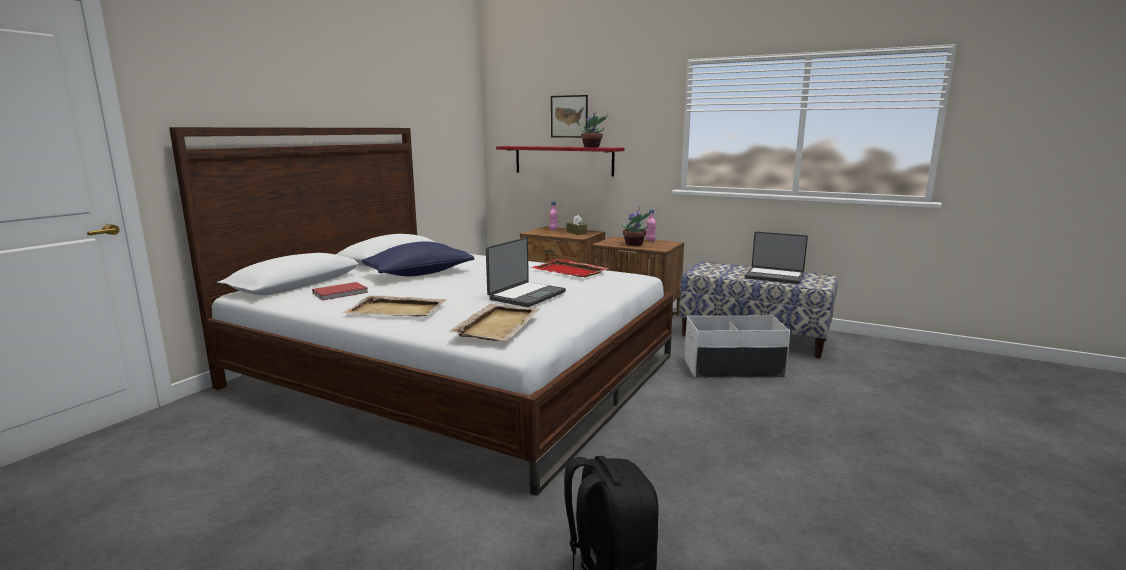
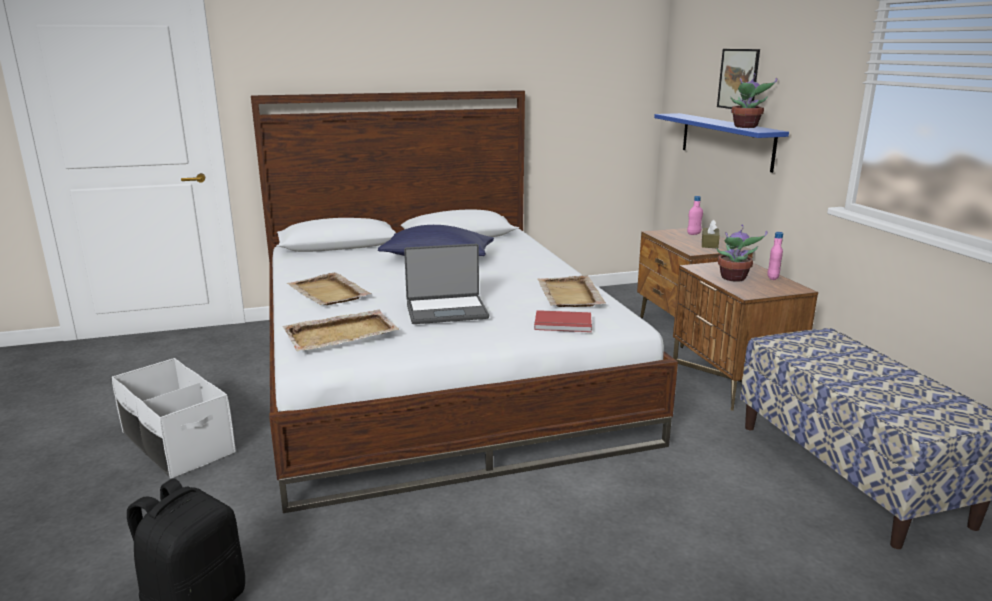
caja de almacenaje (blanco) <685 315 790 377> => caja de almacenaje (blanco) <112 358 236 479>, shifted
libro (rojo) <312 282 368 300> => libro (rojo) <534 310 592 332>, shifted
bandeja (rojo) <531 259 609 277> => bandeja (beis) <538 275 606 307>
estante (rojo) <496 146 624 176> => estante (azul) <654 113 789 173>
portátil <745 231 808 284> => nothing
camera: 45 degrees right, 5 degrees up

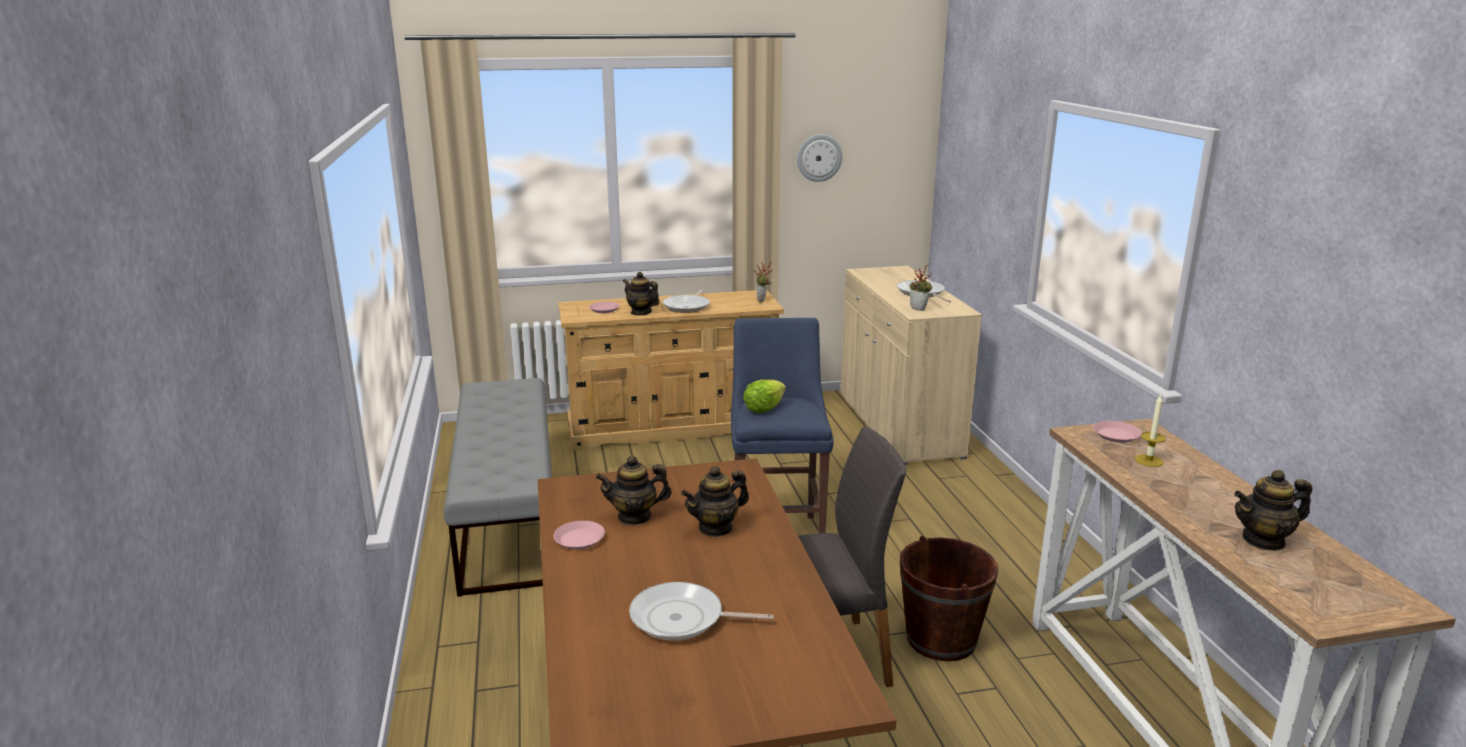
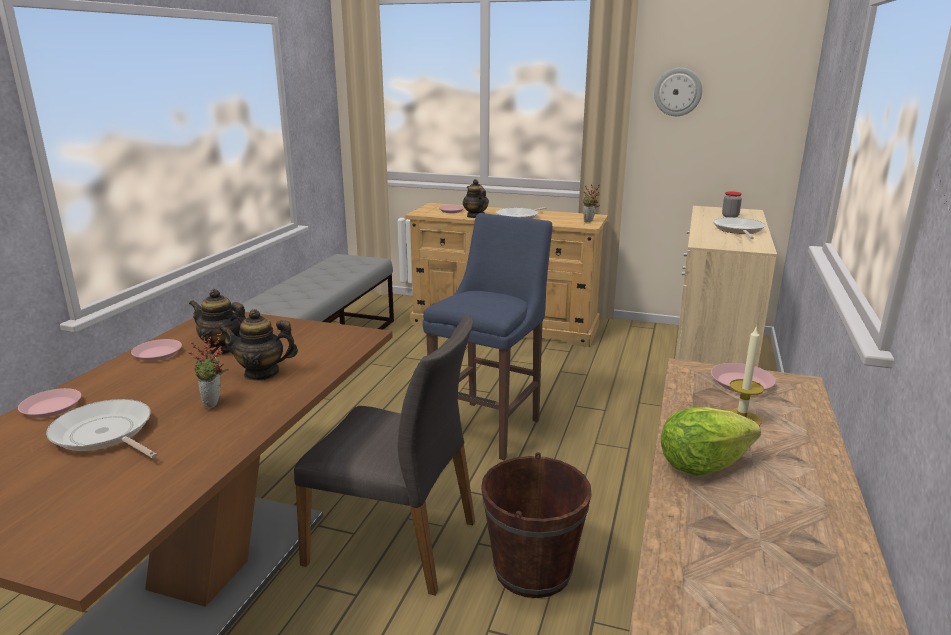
nothing => plato (rosa) <18 388 81 418>
planta en maceta <910 265 932 311> => planta en maceta <188 333 229 409>, shifted
lechuga <743 380 786 413> => lechuga <661 407 761 476>, shifted
nothing => tarro <722 191 742 217>
tetera <1234 470 1312 551> => nothing
camera: 30 degrees right, 0 degrees up

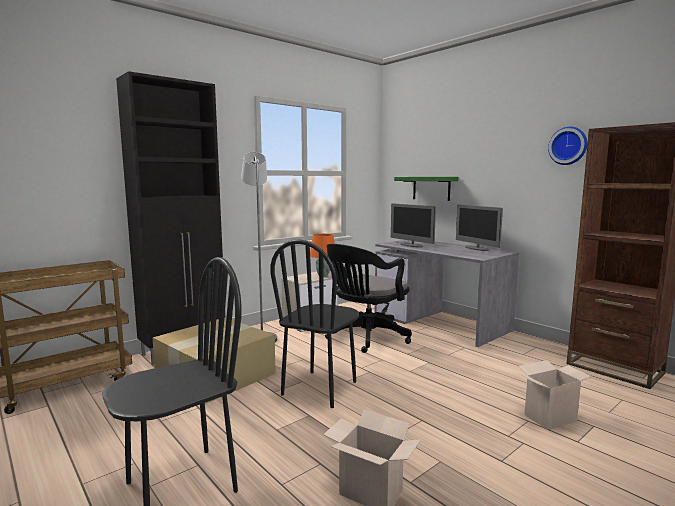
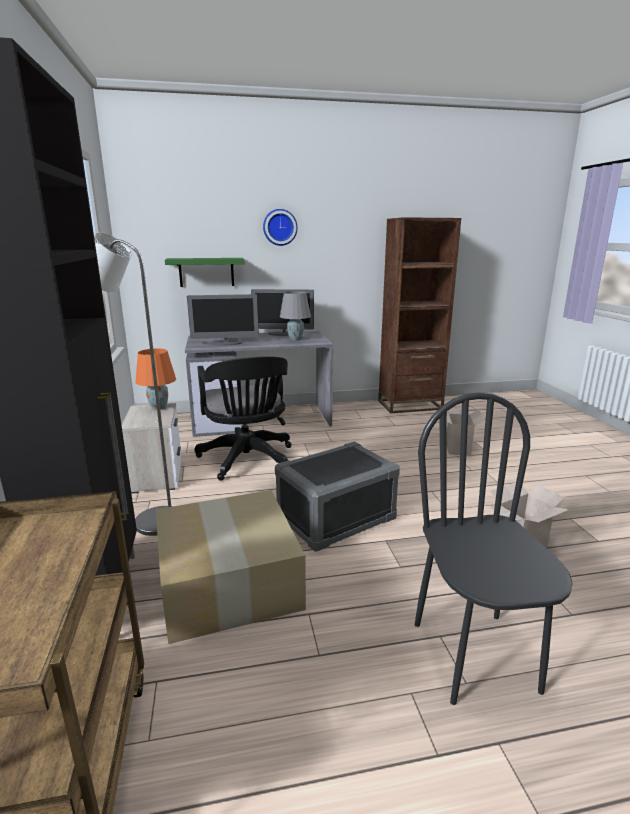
reloj de pared <548 127 588 165> => reloj de pared <263 209 298 246>, shifted
silla (negro) <270 239 359 408> => caja de almacenaje (gris) <275 441 400 552>
nothing => lámpara de mesa (gris) <280 291 311 341>
camera: 60 degrees left, 10 degrees up

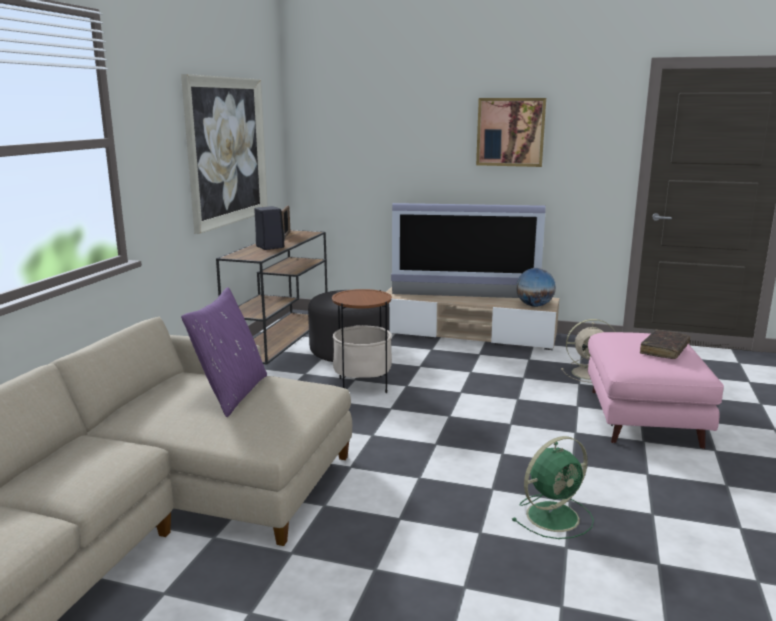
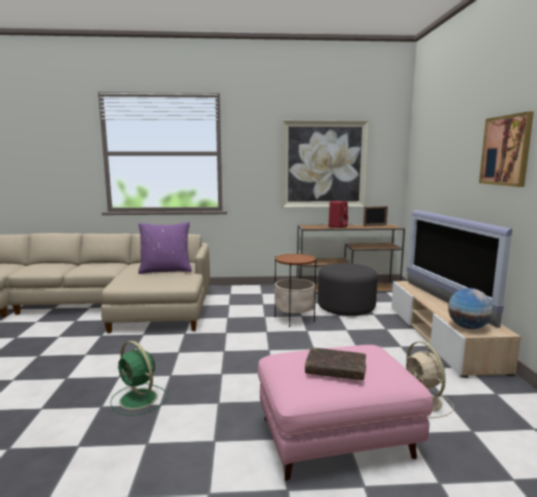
altavoz (negro) <254 206 285 250> => altavoz (rojo) <328 201 348 228>
camera: 70 degrees right, 5 degrees down

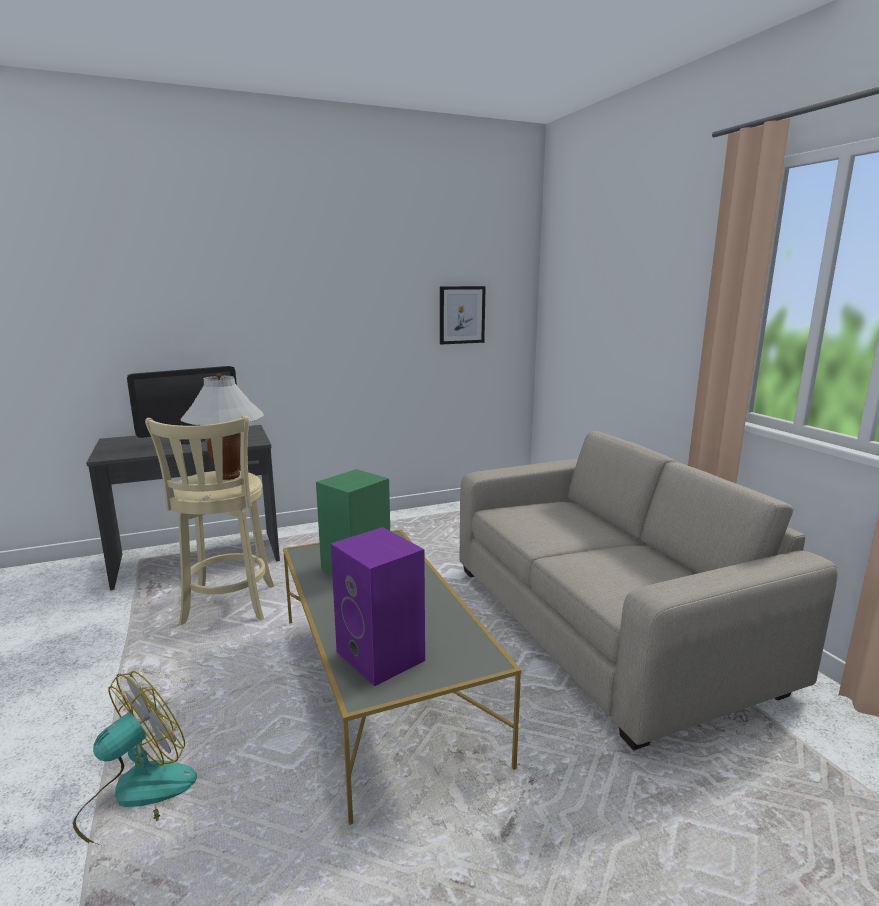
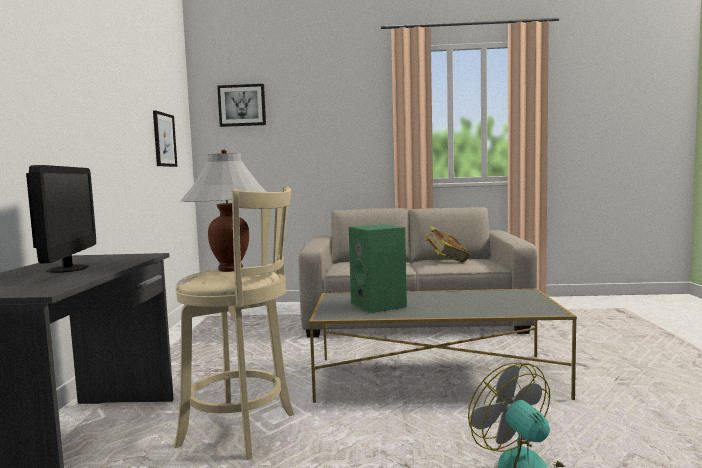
nothing => cuadro <217 84 266 127>
nothing => libro <423 226 469 263>
altavoz (morado) <331 527 425 687> => nothing
camera: 65 degrees left, 10 degrees down

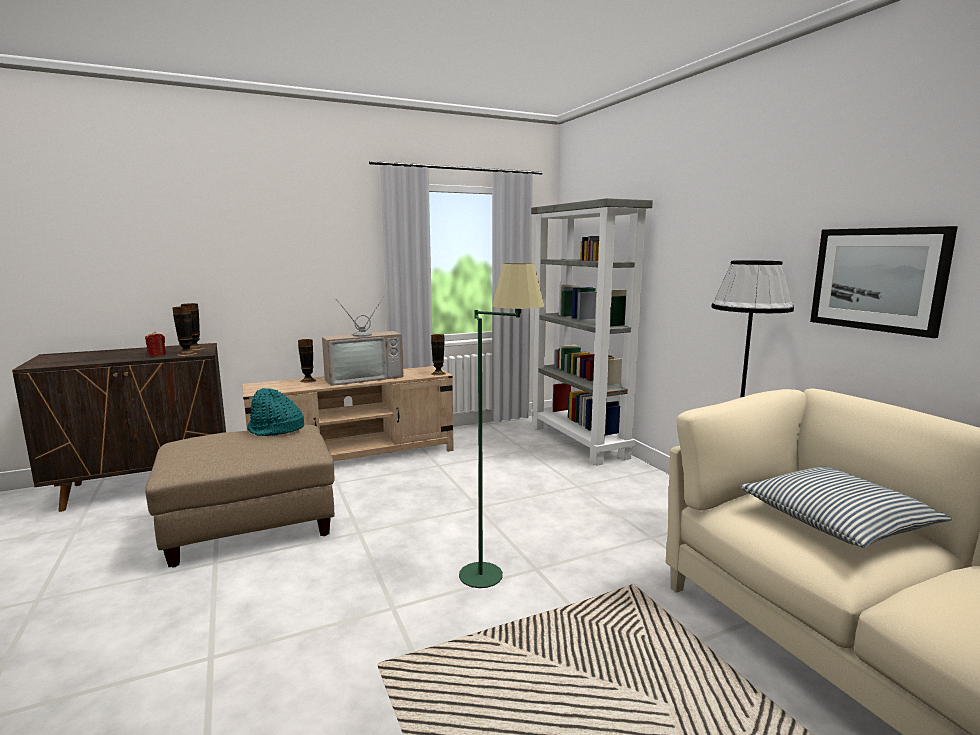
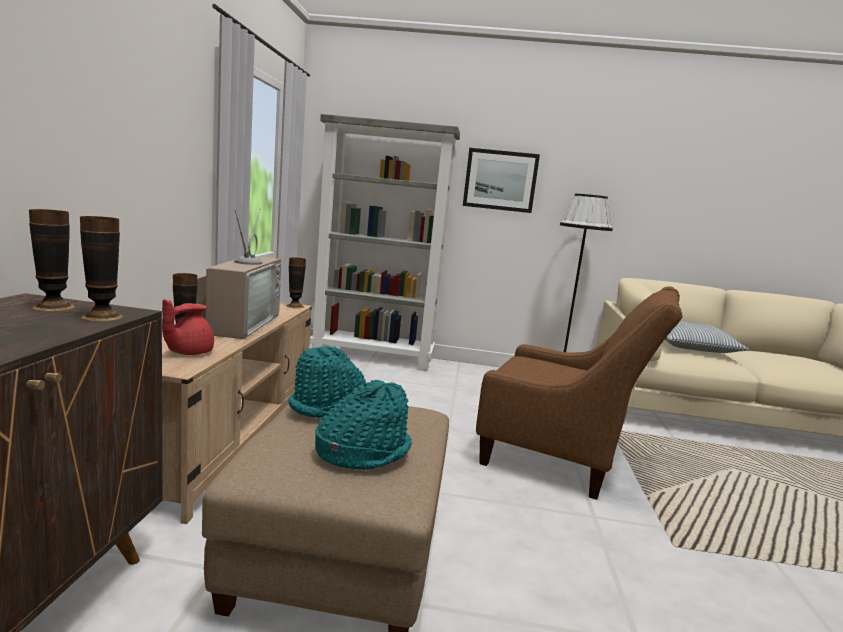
nothing => tetera (rojo) <162 299 214 355>
nothing => sombrero (turquesa) <315 380 412 470>
cuadro <810 226 958 338> => cuadro <463 148 540 213>, shifted
lámpara de pie (verde) <459 263 544 588> => sillón (marrón) <476 286 683 500>
vela (rojo) <145 332 166 356> => nothing
camera: 60 degrees left, 0 degrees up

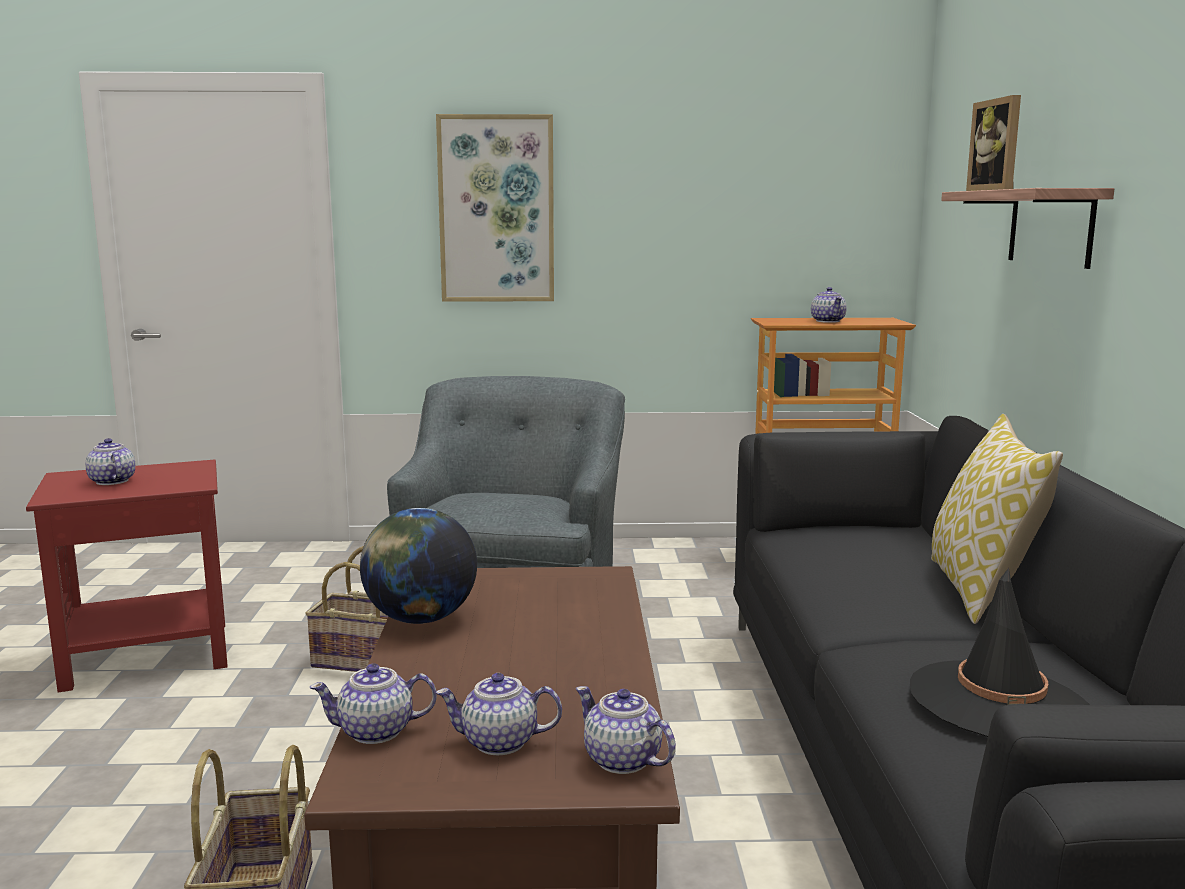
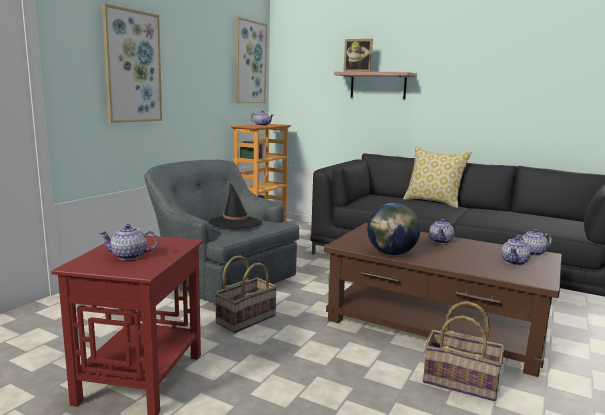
sombrero (negro) <910 568 1090 737> => sombrero (negro) <209 183 262 228>, shifted
nothing => cuadro <235 17 267 103>
tetera <310 663 437 744> => tetera <429 219 454 244>, shifted
camera: 60 degrees left, 0 degrees up

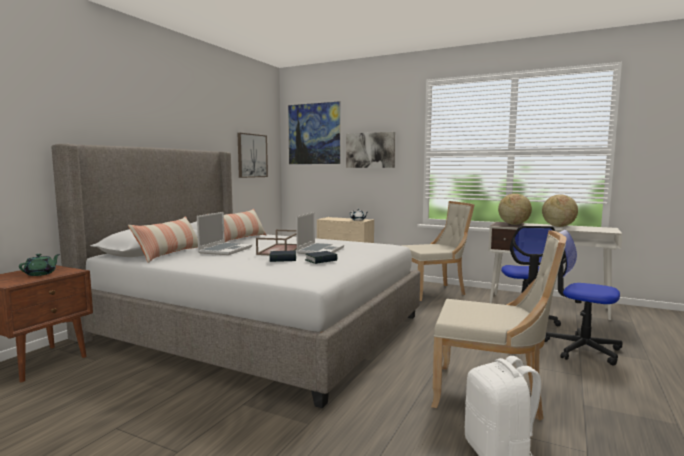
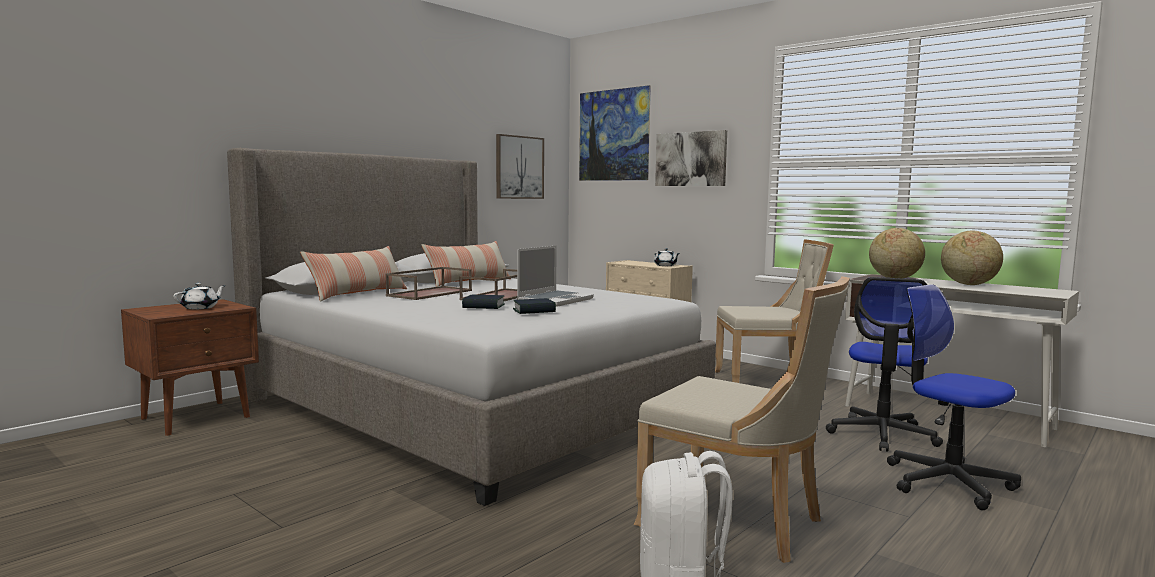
tetera (verde) <19 254 60 276> => tetera (blanco) <174 283 226 310>
portátil <197 212 252 255> => bandeja (marrón) <385 267 472 300>
camera: 15 degrees right, 0 degrees up

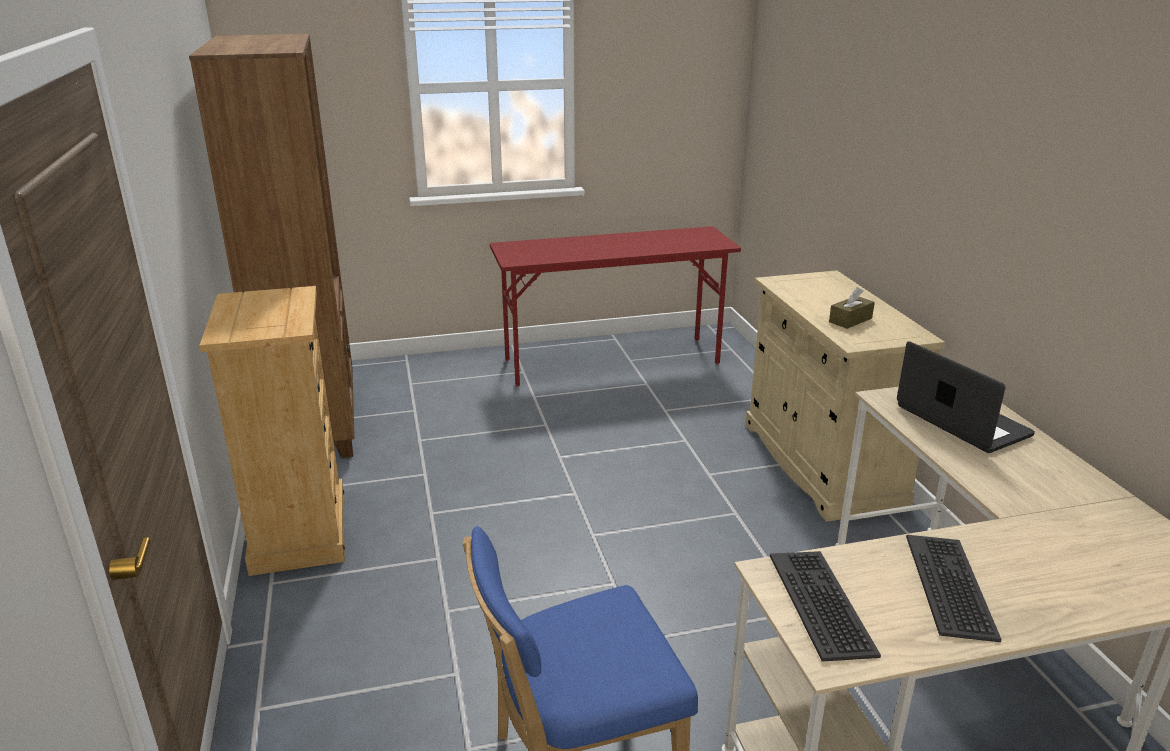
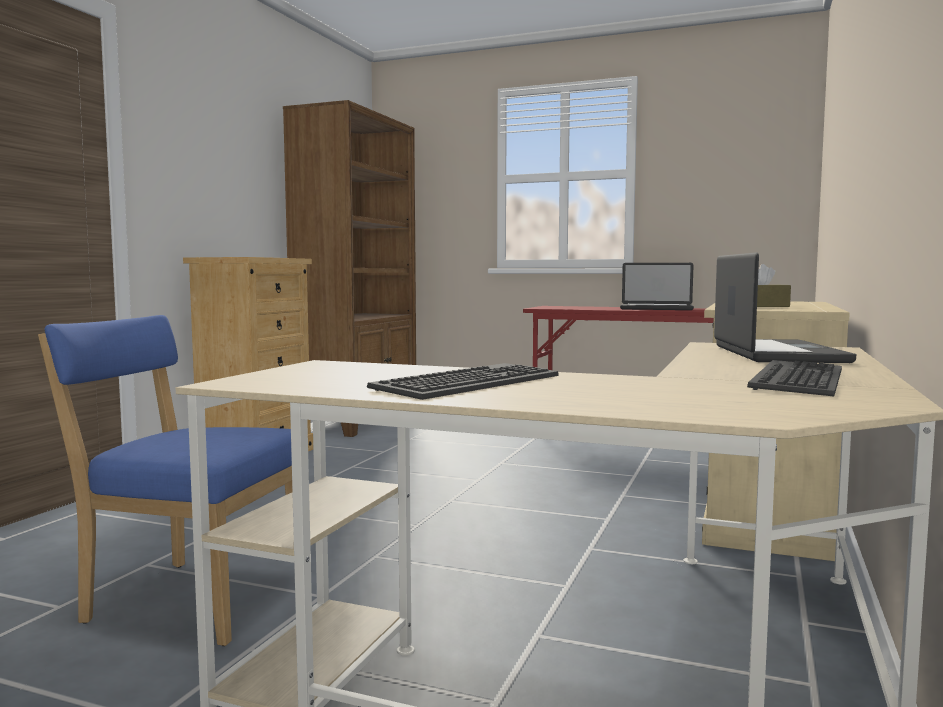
nothing => portátil <620 263 694 310>
teclado <770 551 881 662> => teclado <747 360 842 396>, shifted
camera: 35 degrees right, 20 degrees down

